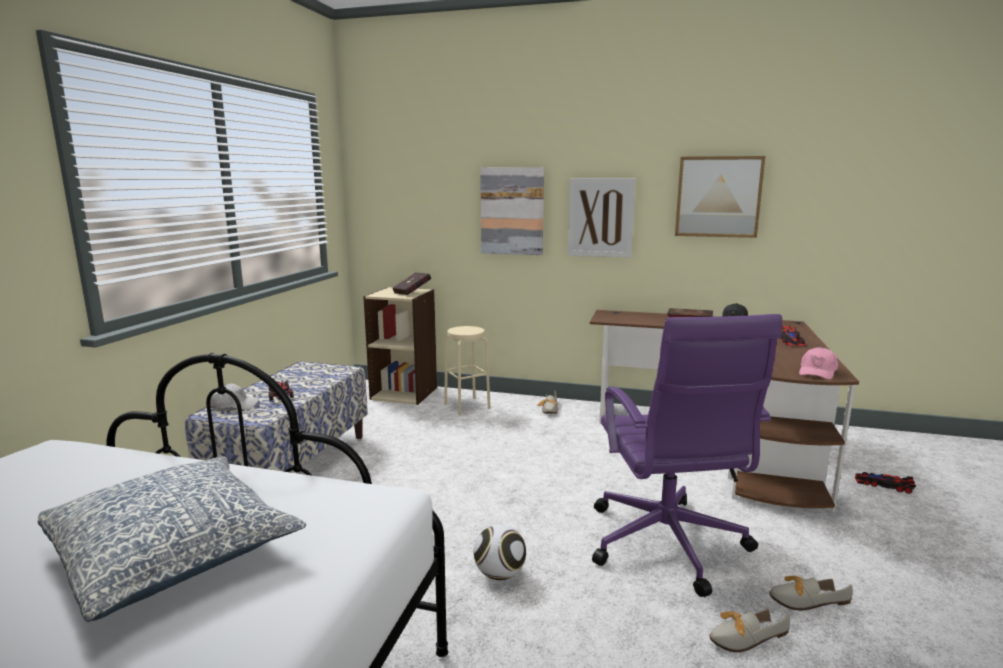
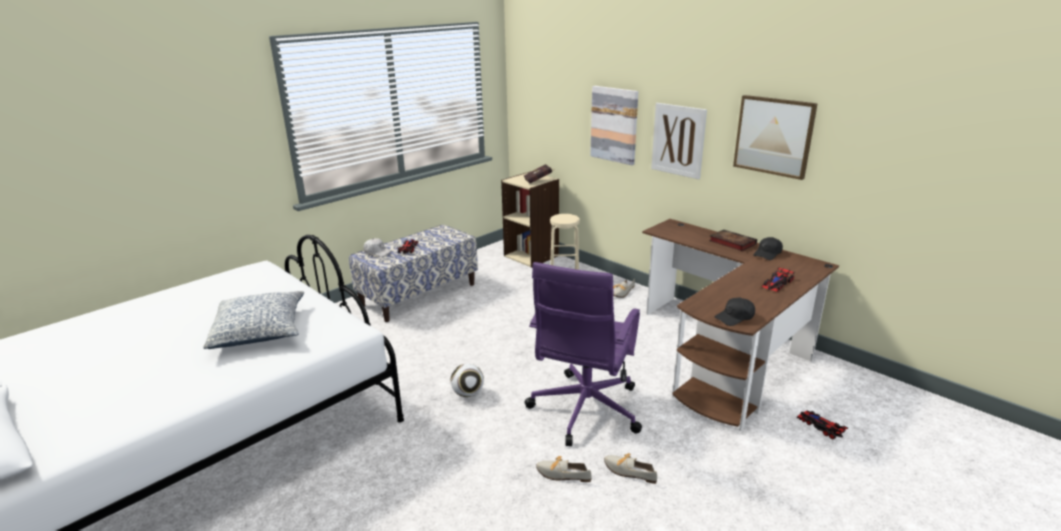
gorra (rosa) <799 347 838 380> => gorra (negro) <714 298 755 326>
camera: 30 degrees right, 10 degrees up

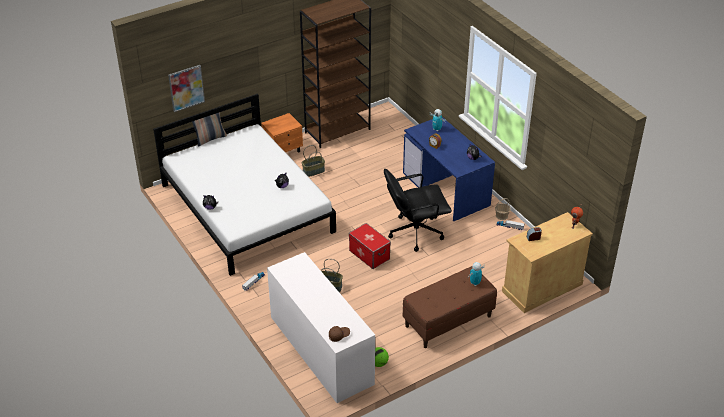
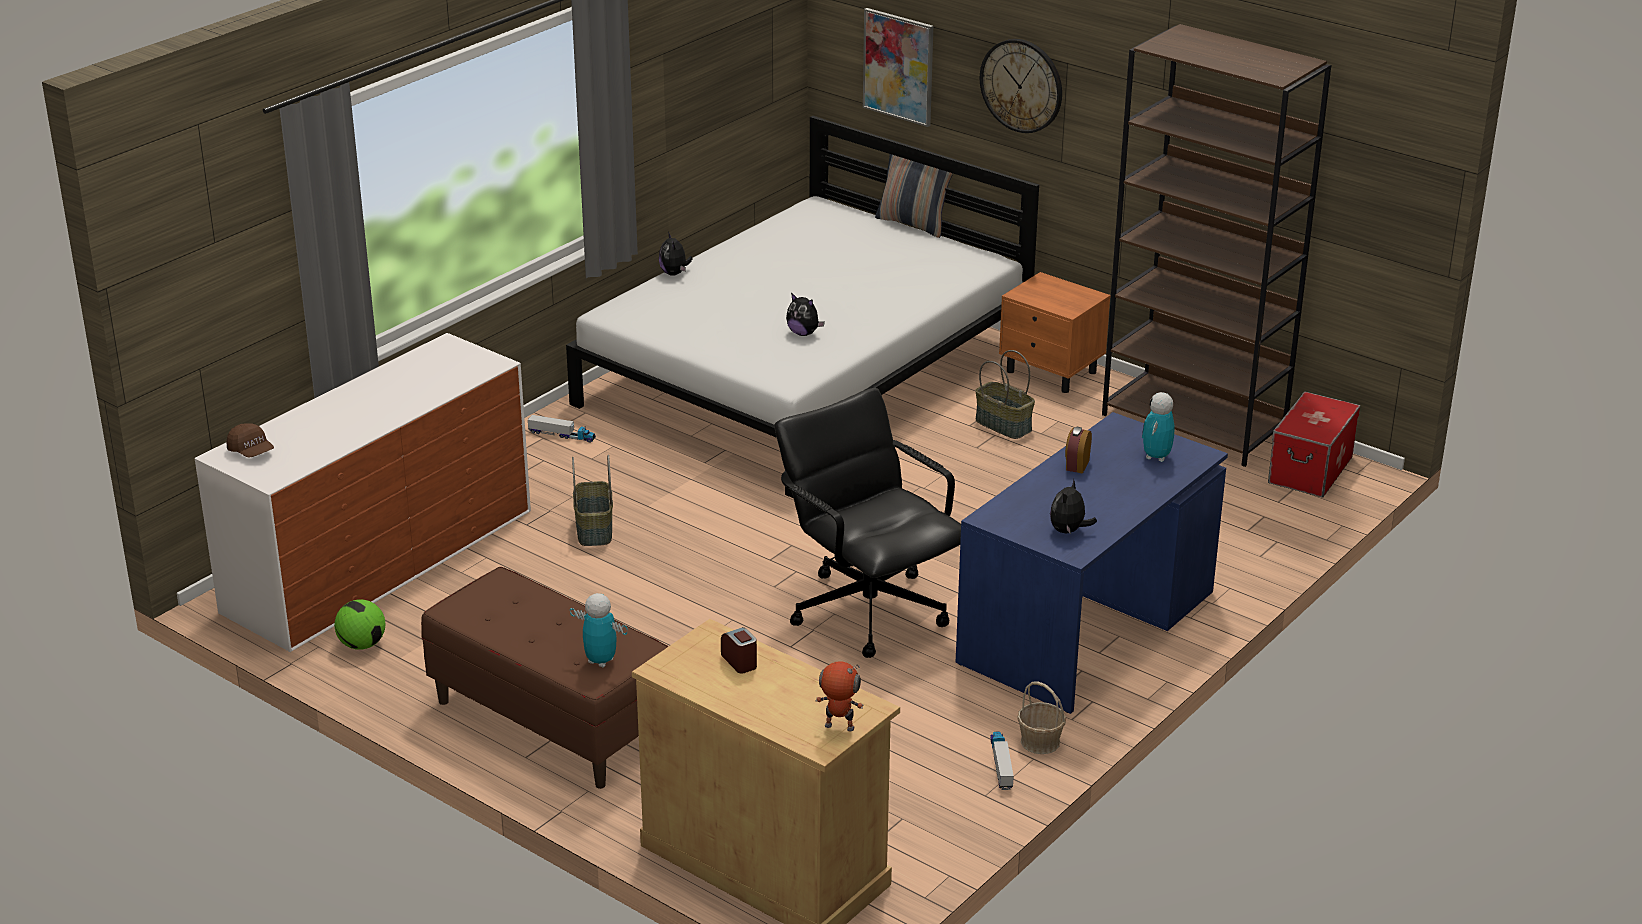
nothing => reloj de pared <980 39 1062 133>
caja de almacenaje <349 223 391 269> => caja de almacenaje <1268 391 1360 497>, shifted
camera: 70 degrees right, 10 degrees down

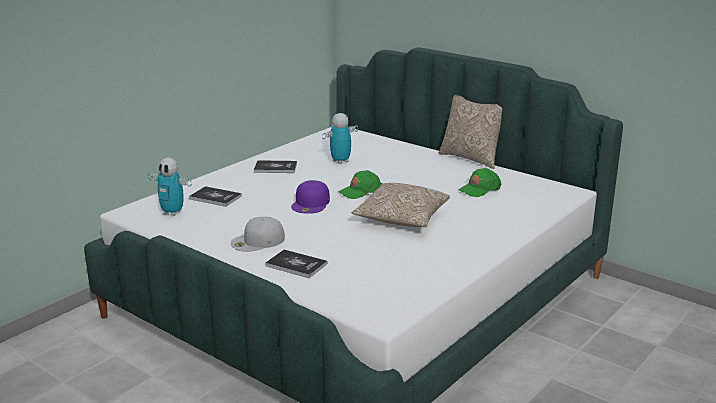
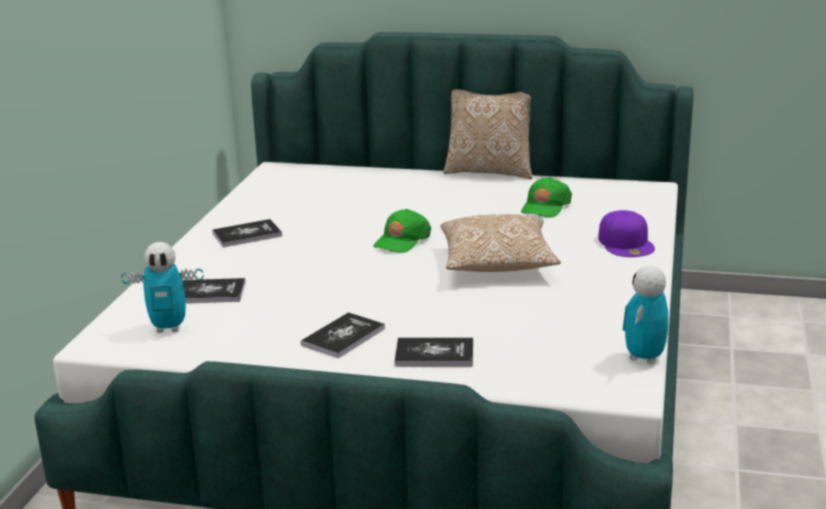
gorra (blanco) <231 217 285 252> => libro <301 312 385 358>
gorra (morado) <291 180 330 214> => gorra (morado) <598 210 655 257>, shifted
robot de juguete <322 113 358 164> => robot de juguete <623 266 668 364>, shifted
camera: 25 degrees left, 0 degrees up

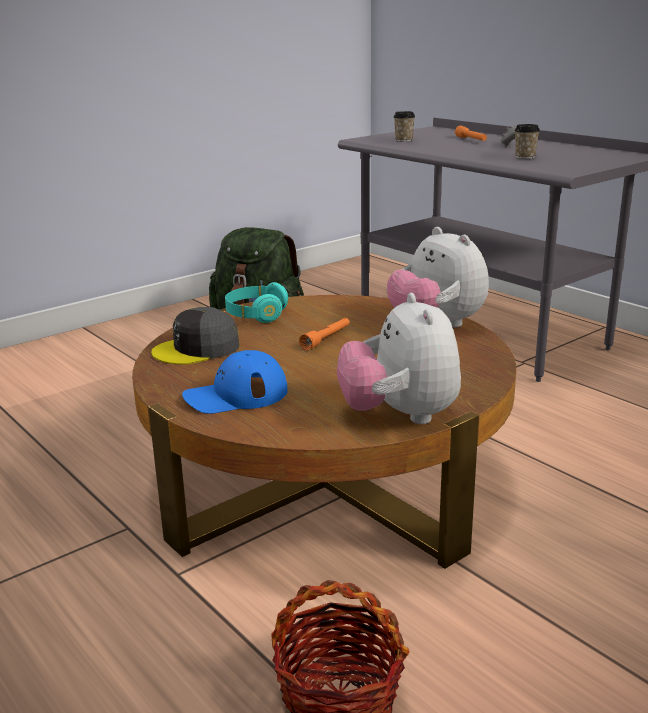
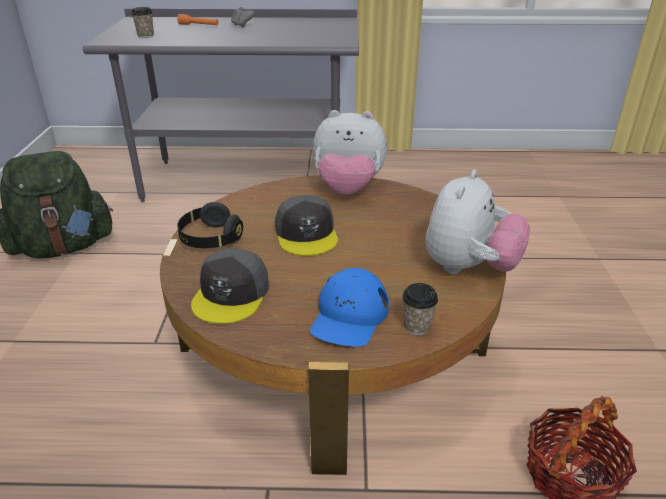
auriculares (turquesa) <225 282 288 323> => auriculares (negro) <177 202 243 248>
linterna (naranja) <299 318 350 350> => gorra (gris) <275 195 338 256>
taza <515 124 540 159> => taza <402 283 438 335>, shifted
peluche <337 293 461 424> => peluche <426 170 530 274>, 90 degrees counterclockwise
camera: 50 degrees left, 10 degrees up

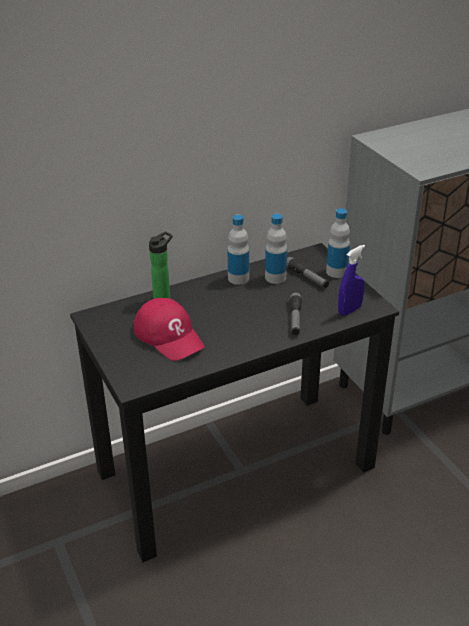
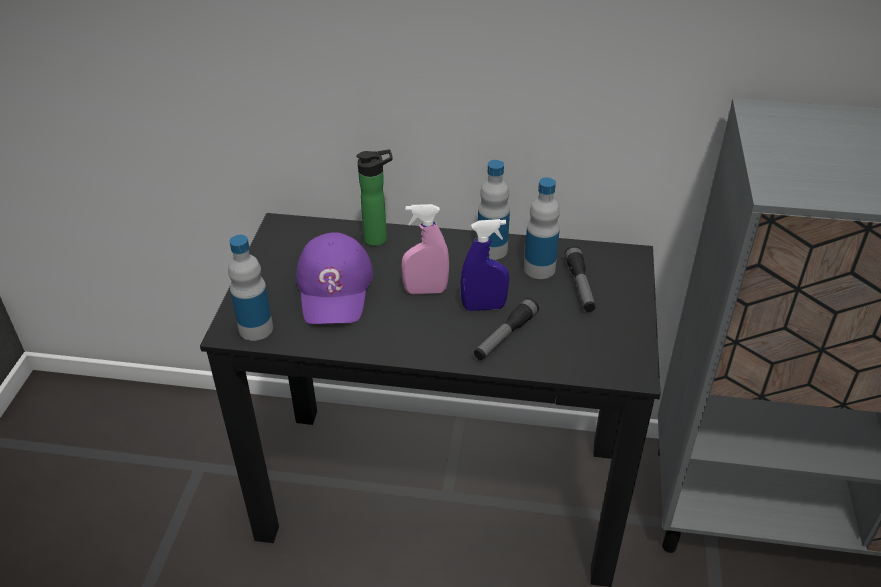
botella <326 208 350 278> => botella <228 235 273 341>, shifted
gorra (rojo) <134 298 204 361> => gorra (morado) <296 232 373 324>
nothing => pulverizador (rosa) <401 204 449 294>
pulverizador (azul) <338 245 365 316> => pulverizador (azul) <460 219 509 311>, shifted
camera: 35 degrees right, 5 degrees up

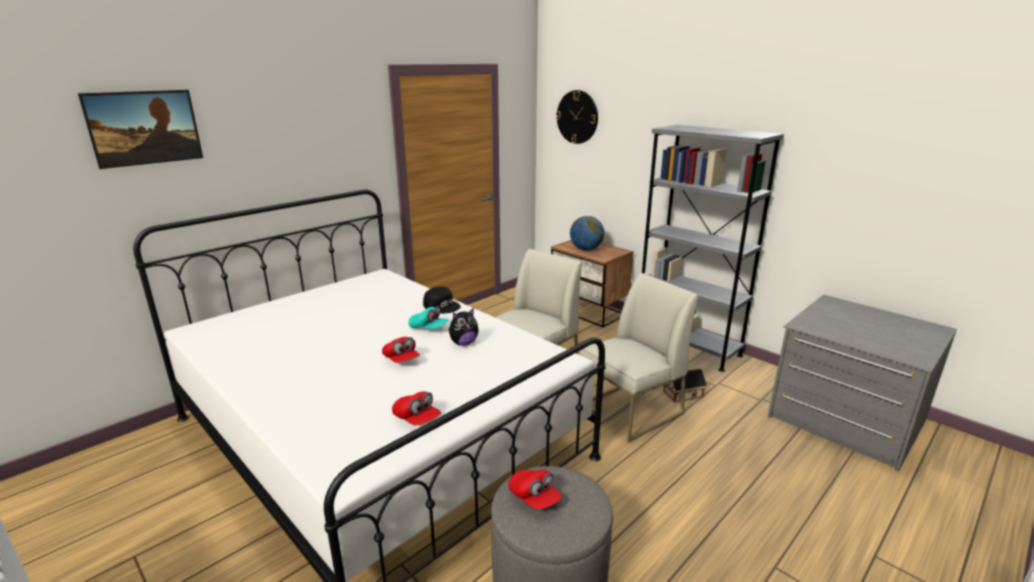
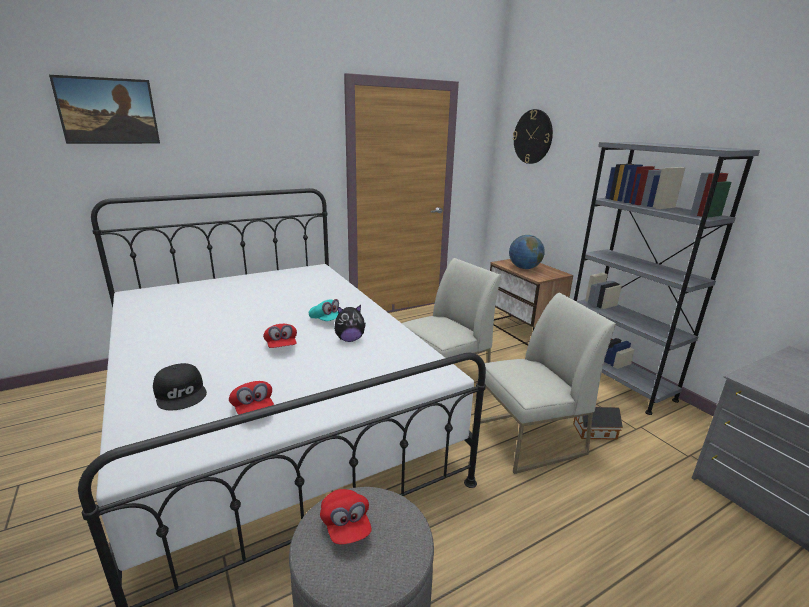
gorra (negro) <423 287 461 314> => gorra (negro) <153 363 207 411>, shifted
camera: 15 degrees right, 0 degrees up

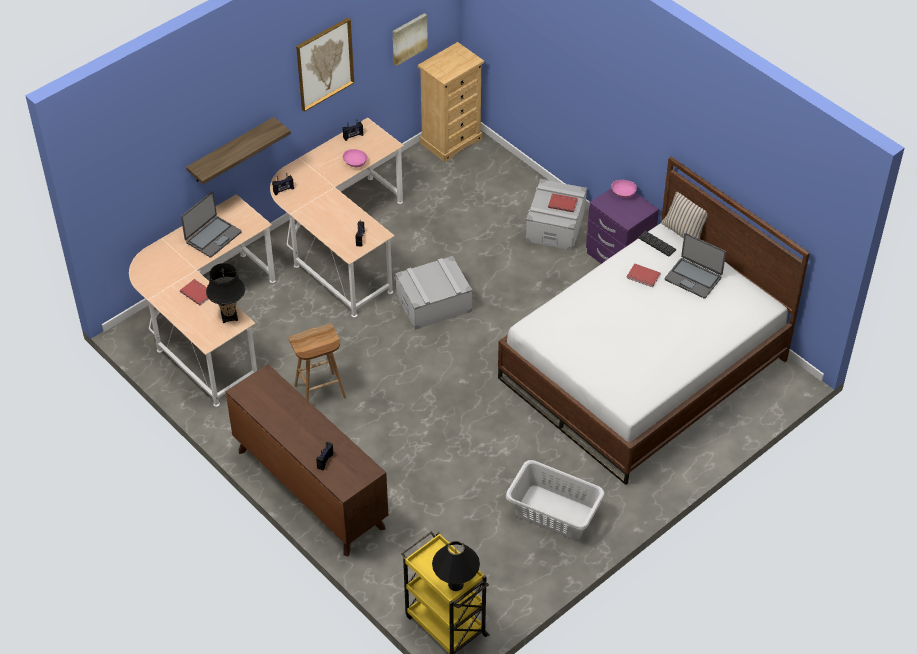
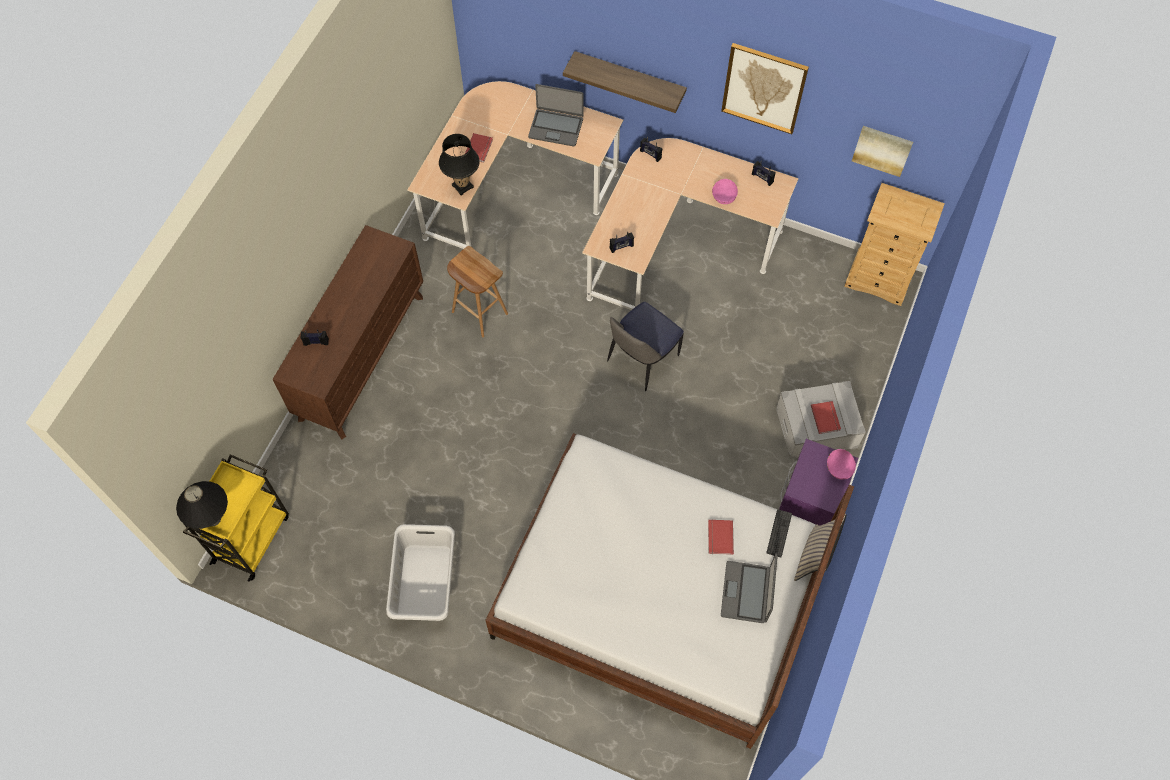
caja de almacenaje (gris) <395 256 472 330> => silla <607 302 684 391>
camera: 65 degrees right, 15 degrees up

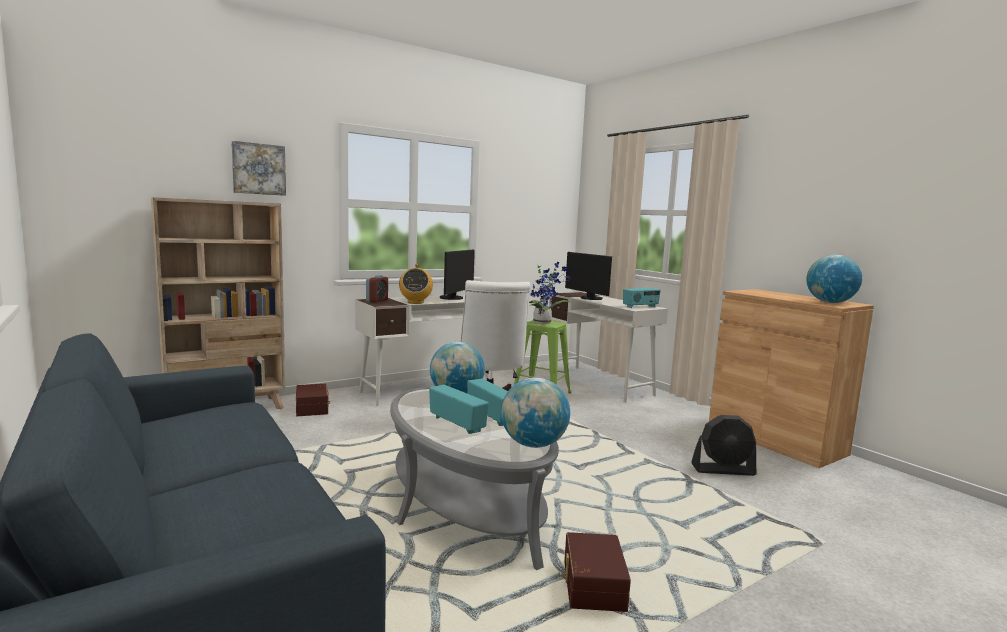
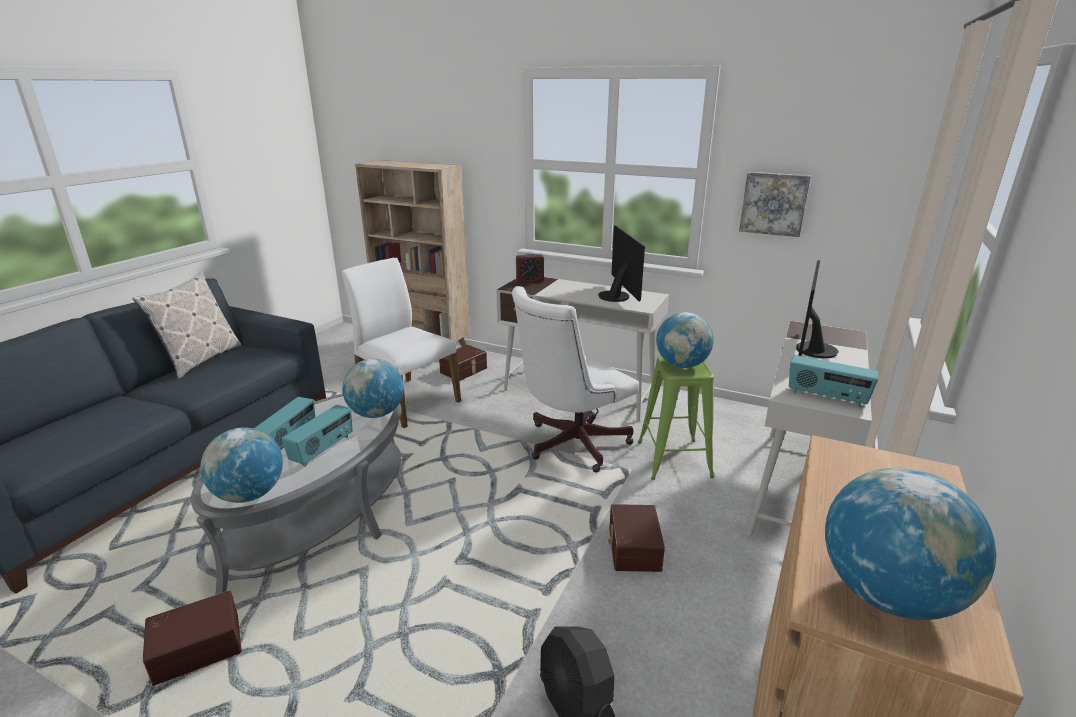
nothing => cojín <132 273 241 379>
nothing => silla (blanco) <342 258 461 428>
monitor <439 249 475 300> => monitor <598 225 645 302>, 90 degrees counterclockwise
nothing => caja de almacenaje (marrón) <608 504 665 572>
planta en maceta <529 262 571 324> => globo terráqueo <656 312 714 368>
cuadro <231 141 286 196> => cuadro <739 172 811 237>, shifted
radio <399 264 433 304> => nothing
camera: 60 degrees right, 15 degrees up

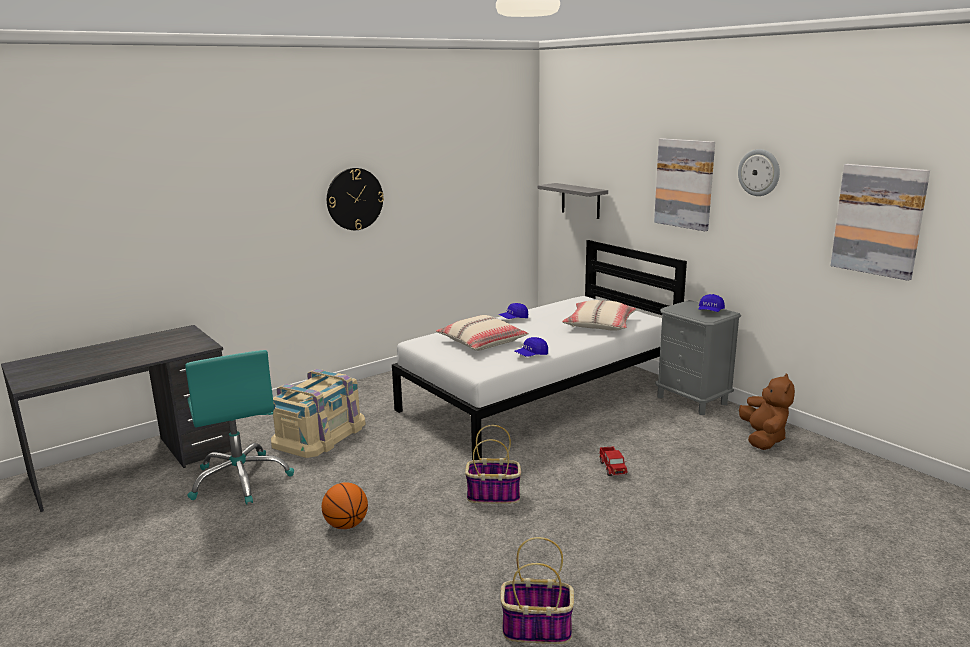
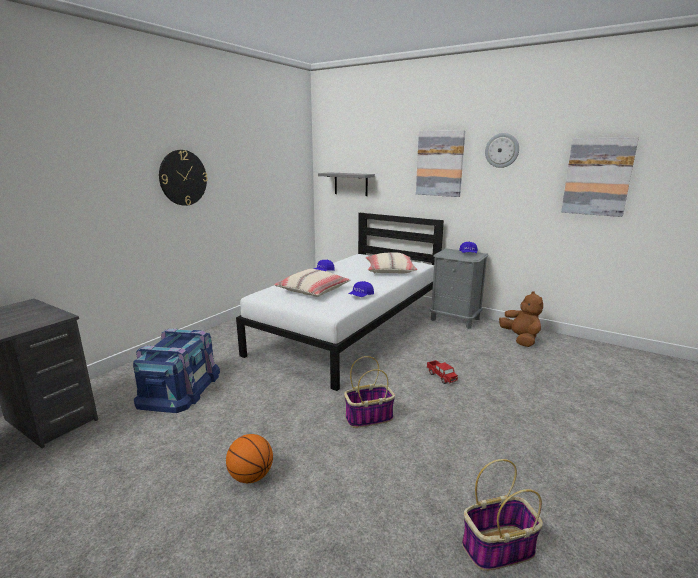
caja de almacenaje (beis) <271 369 366 458> => caja de almacenaje (azul) <133 328 220 413>
silla de oficina (turquesa) <185 350 294 505> => nothing
camera: 20 degrees left, 0 degrees up

